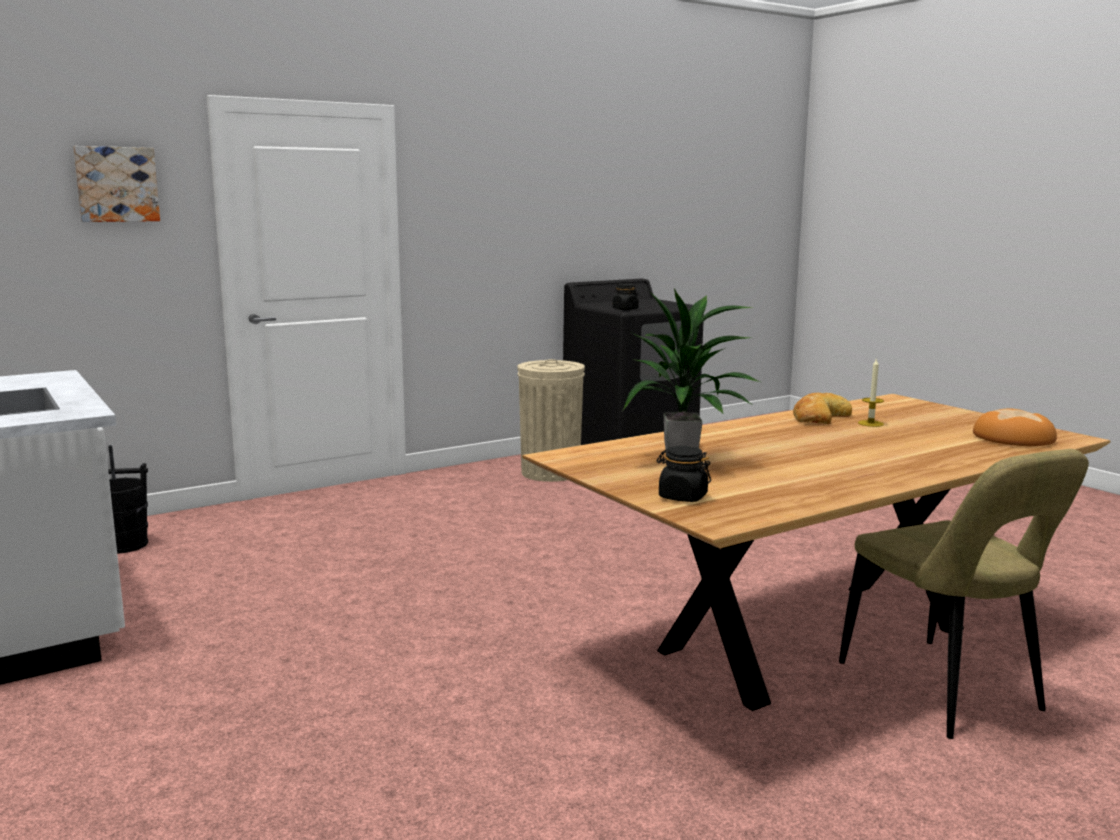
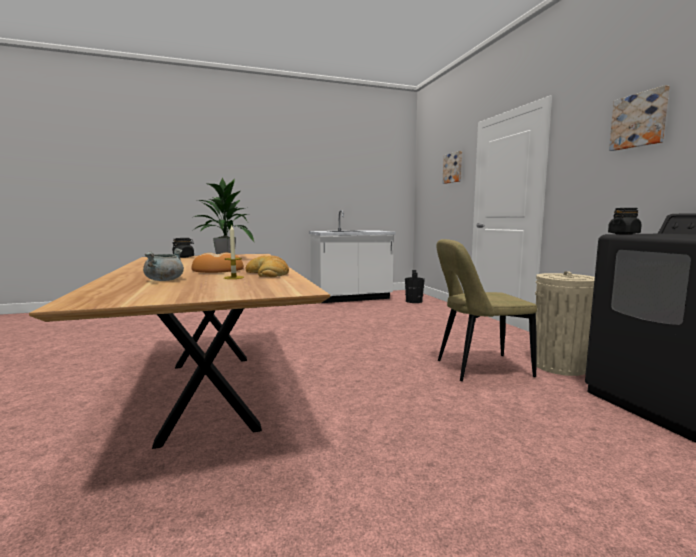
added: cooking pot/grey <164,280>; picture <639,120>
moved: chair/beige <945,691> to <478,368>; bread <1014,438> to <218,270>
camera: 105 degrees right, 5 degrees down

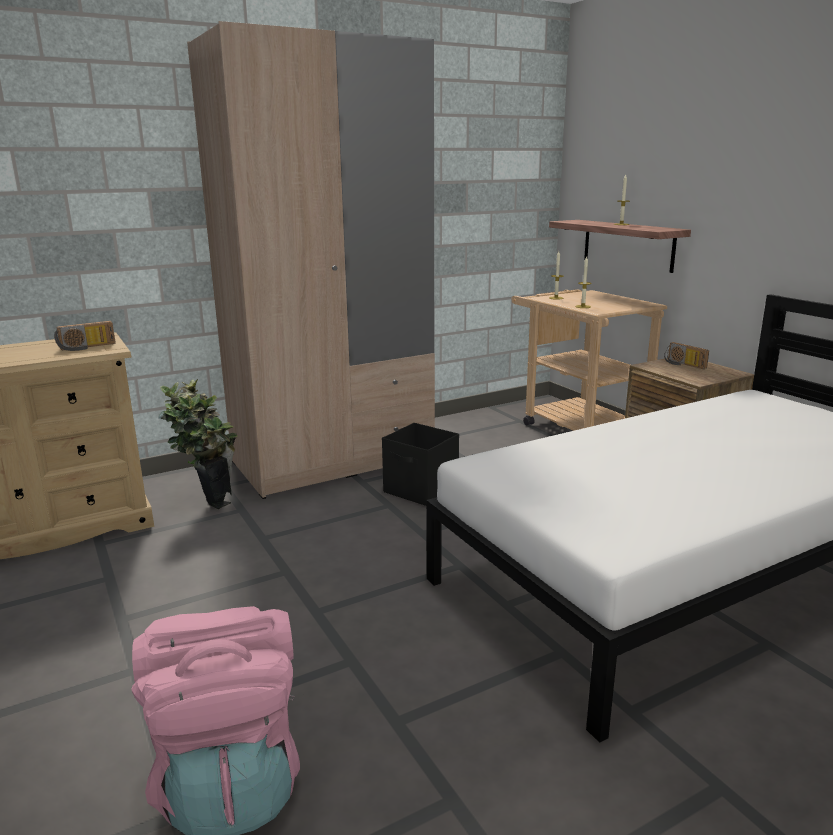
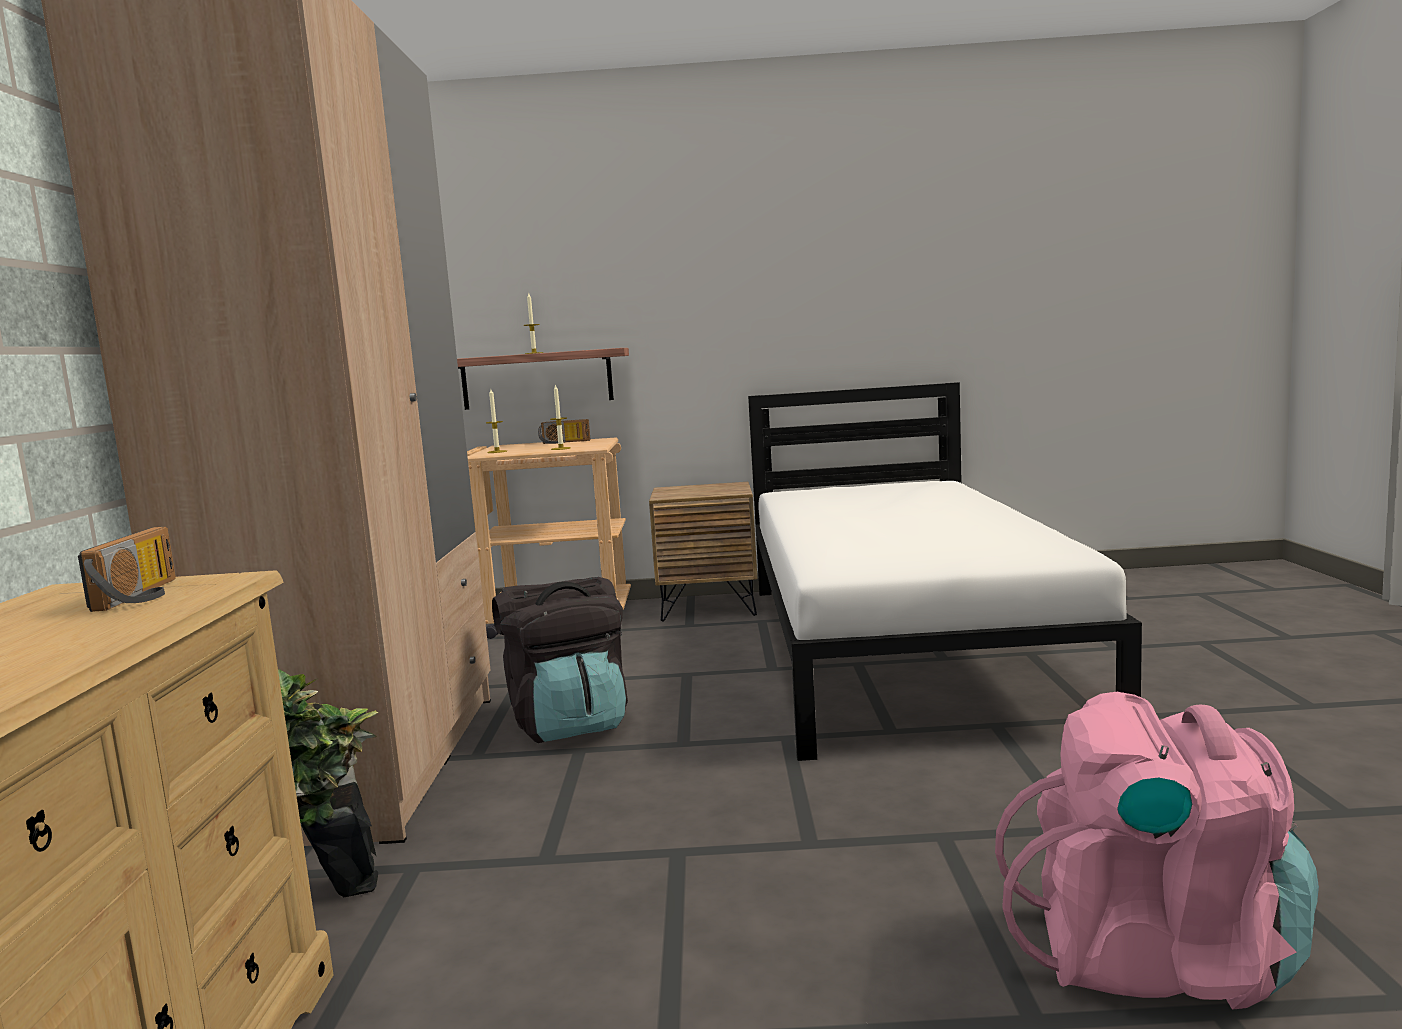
moved: radio <683,364> to <564,442>
replaced: storage box/black <421,490> to backpack/black <569,724>
camera: 60 degrees left, 10 degrees down

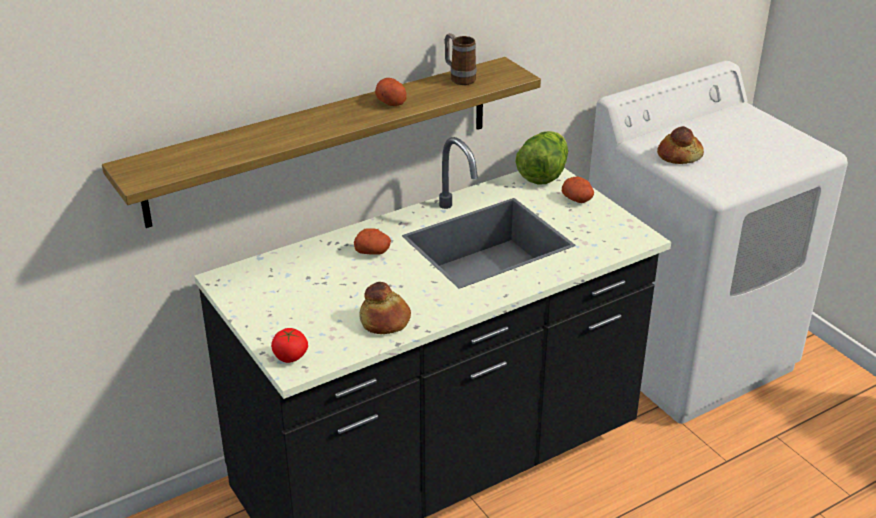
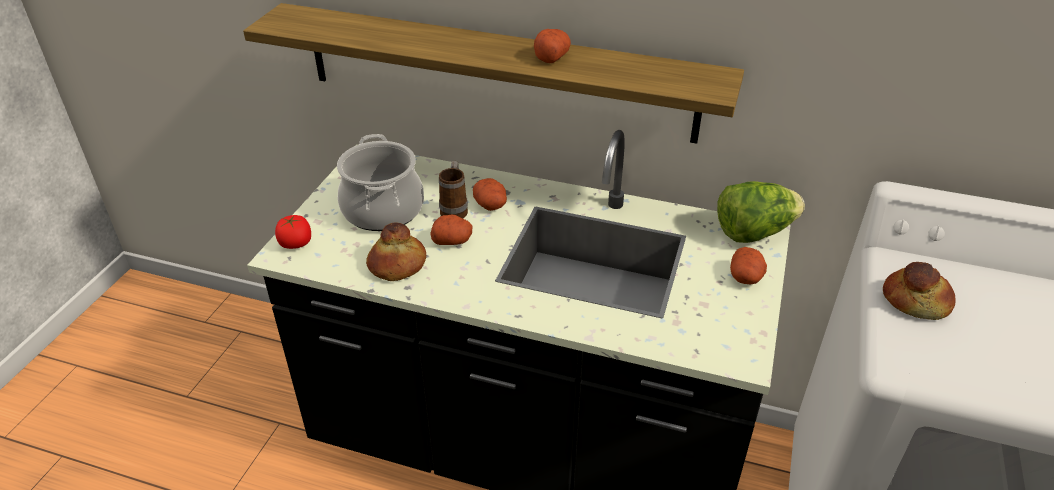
added: cooking pot <382,210>; potato <452,240>
moved: mug <459,78> to <455,209>
camera: 50 degrees right, 5 degrees up

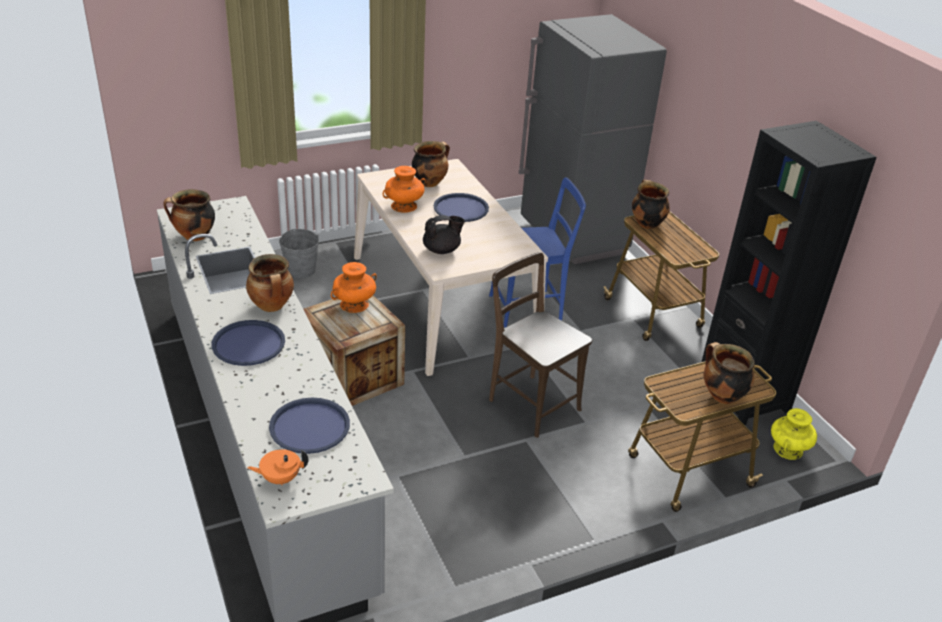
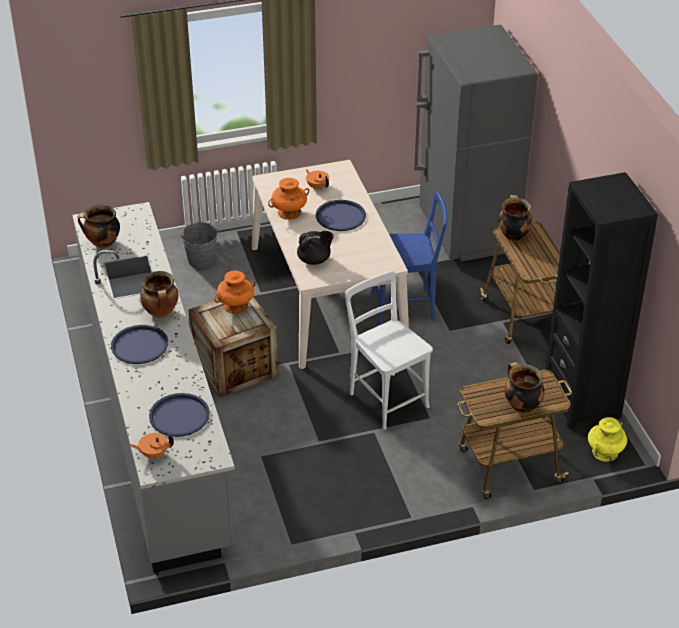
replaced: cooking pot <429,182> to teapot/orange <317,187>
recoloured: chair/brown <530,402> to chair/white <386,398>
camera: 10 degrees right, 5 degrees up

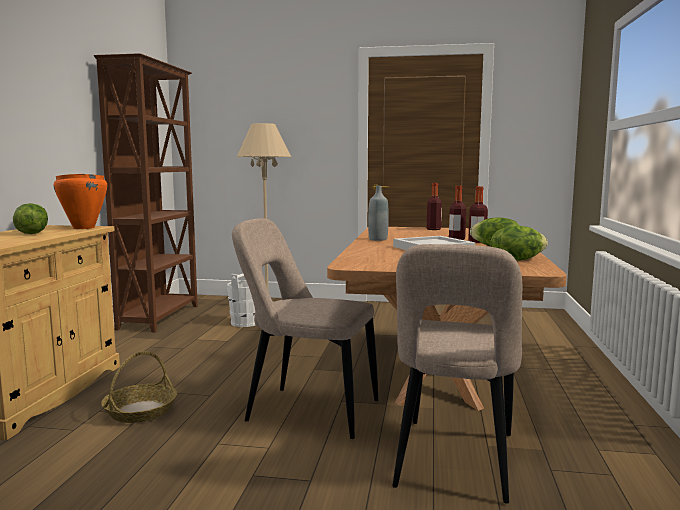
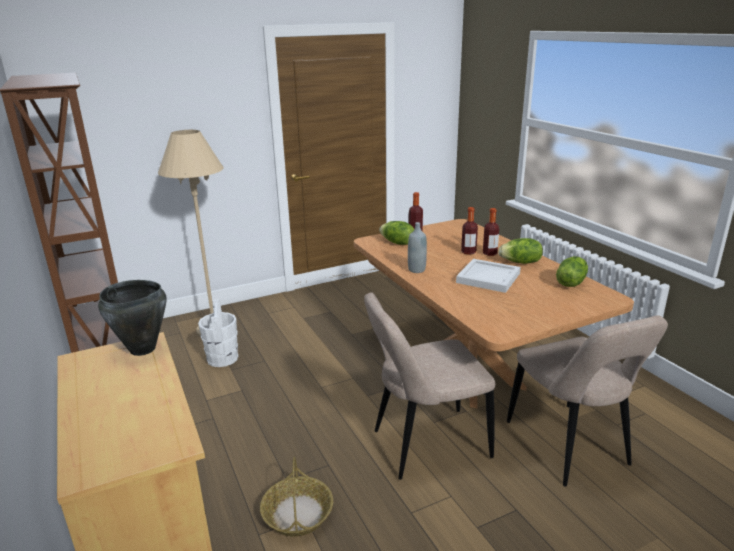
moved: lettuce <31,233> to <397,243>
recoloured: cooking pot/orange <83,228> to cooking pot/black <142,349>
camera: 35 degrees left, 15 degrees up

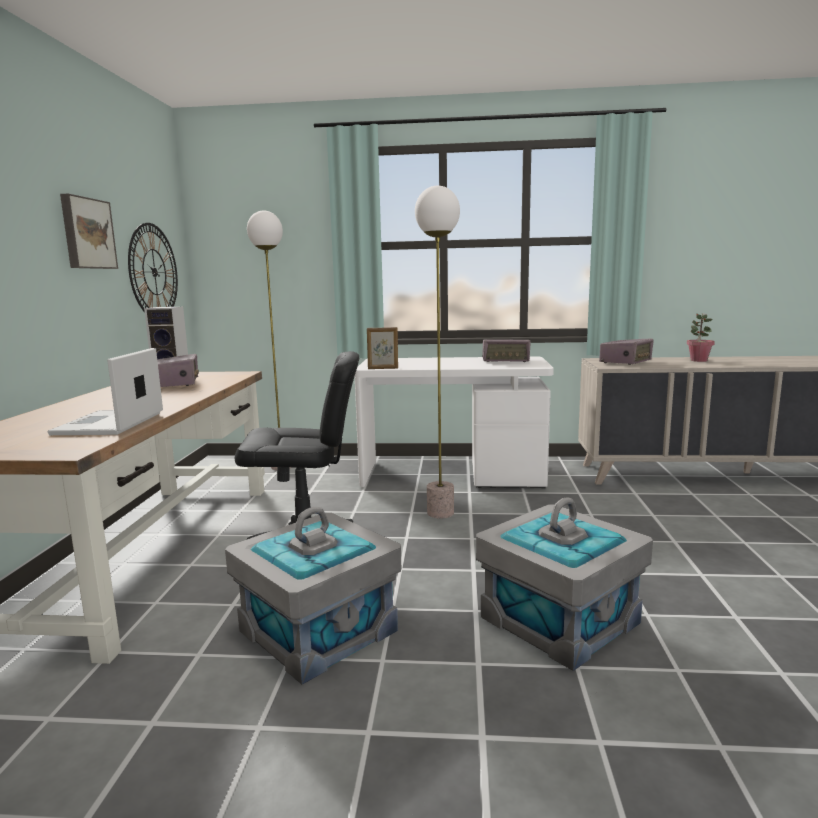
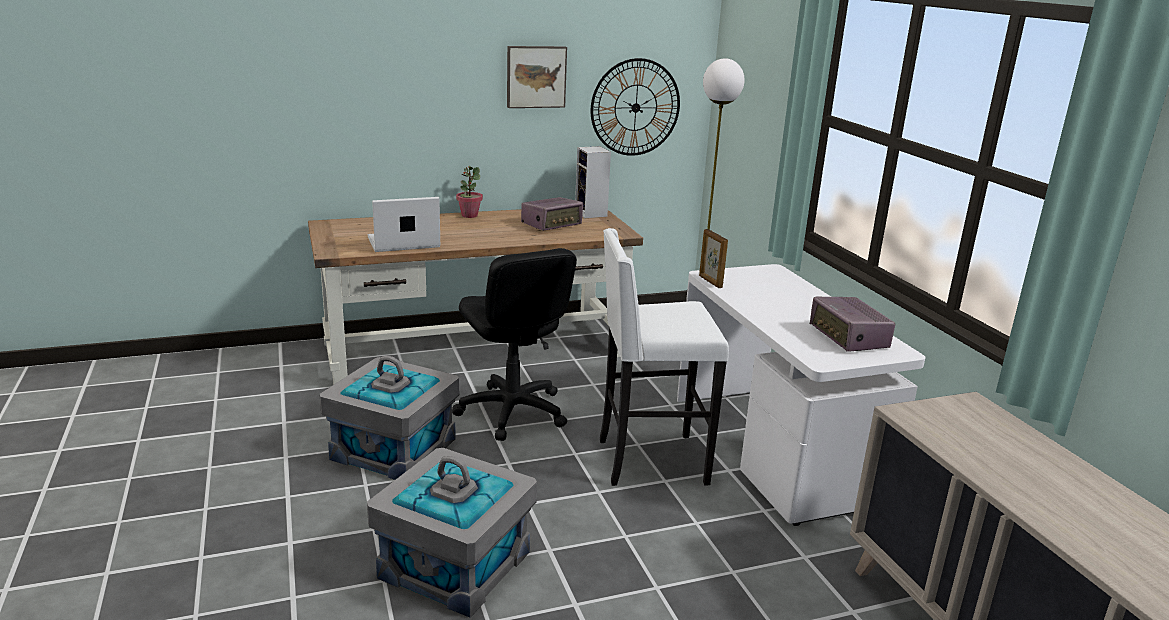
removed: radio <626,362>
moved: potted plant <698,360> to <469,215>
replaced: floor lamp <440,513> to stool/white <649,461>
camera: 65 degrees right, 10 degrees up

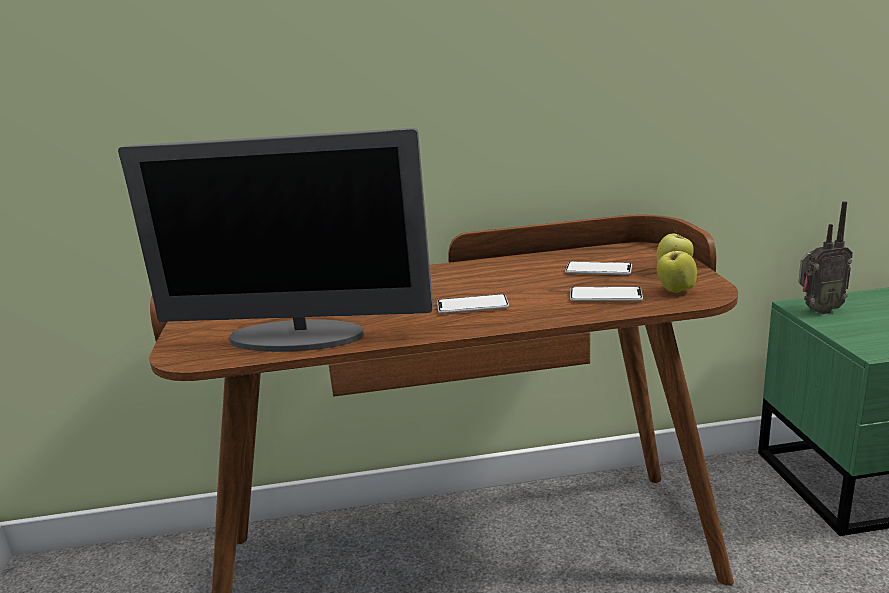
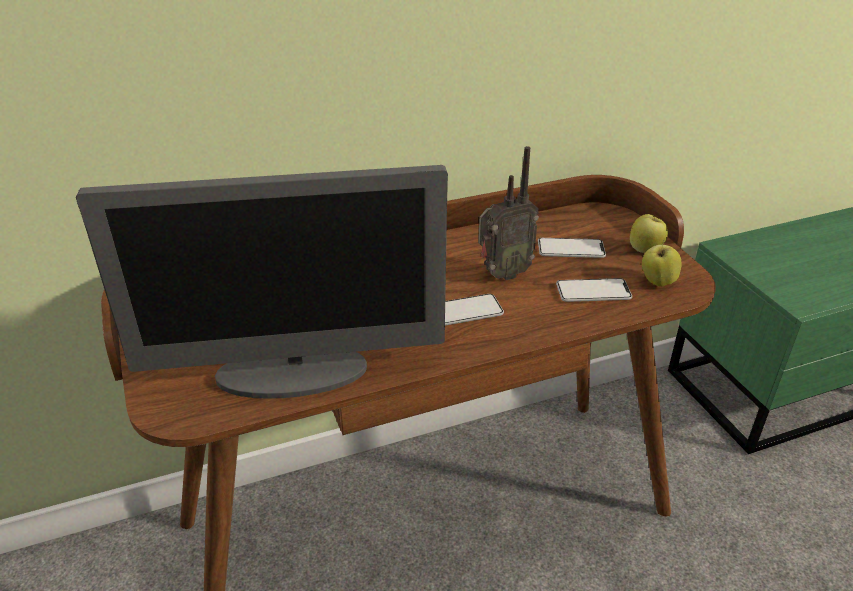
moved: radio <818,310> to <502,274>
camera: 15 degrees left, 15 degrees up

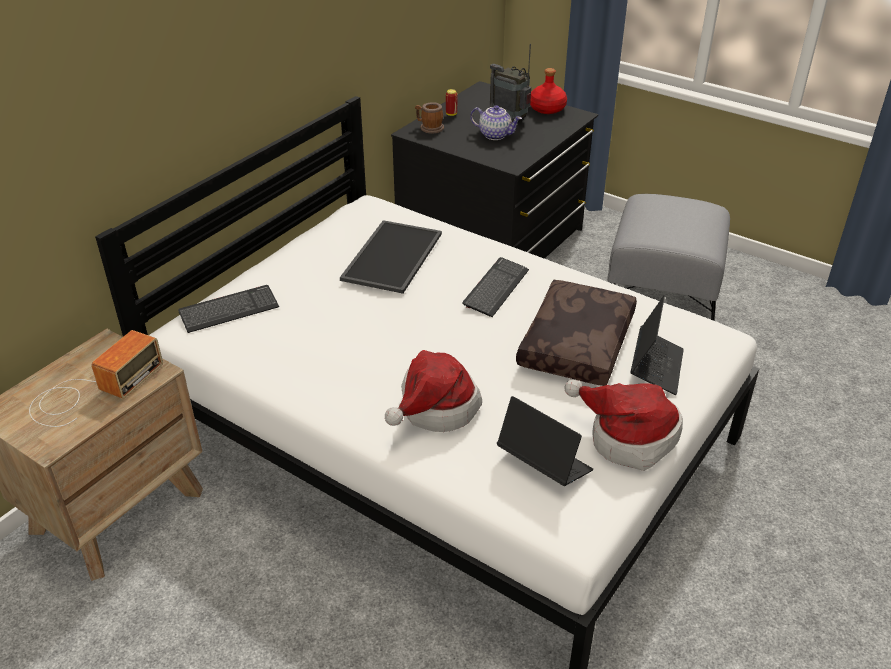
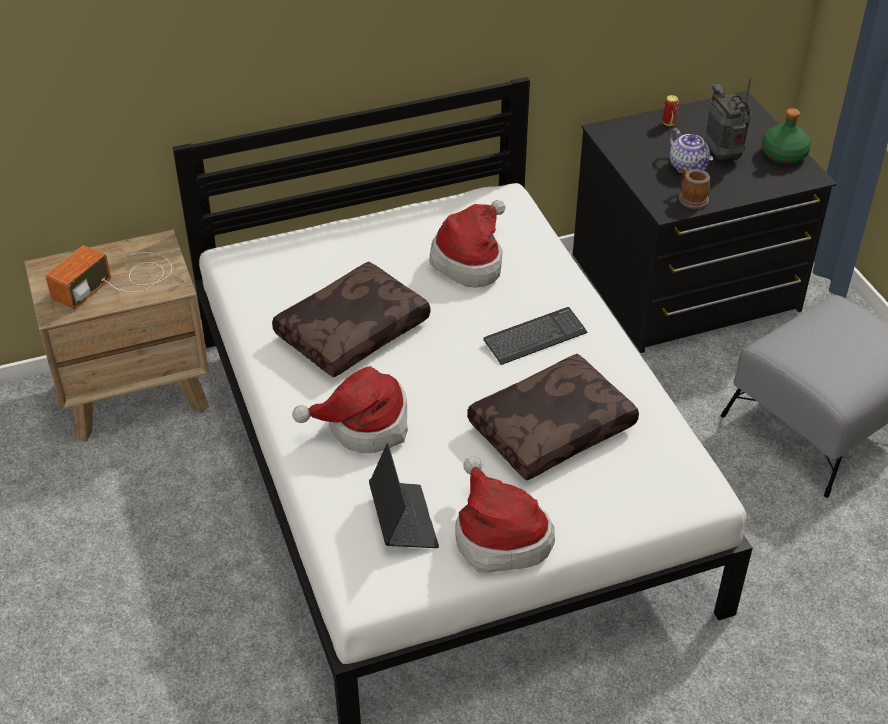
removed: keyboard <229,310>; laptop <656,367>
added: pillow/brown <352,330>
moved: mug <429,128> to <691,198>
replaced: tray <391,255> to hat <471,260>
recoloured: bottle/red <547,109> to bottle/green <783,154>
turned: radio <92,391> = <118,281> 150 degrees clockwise
camera: 35 degrees right, 5 degrees up

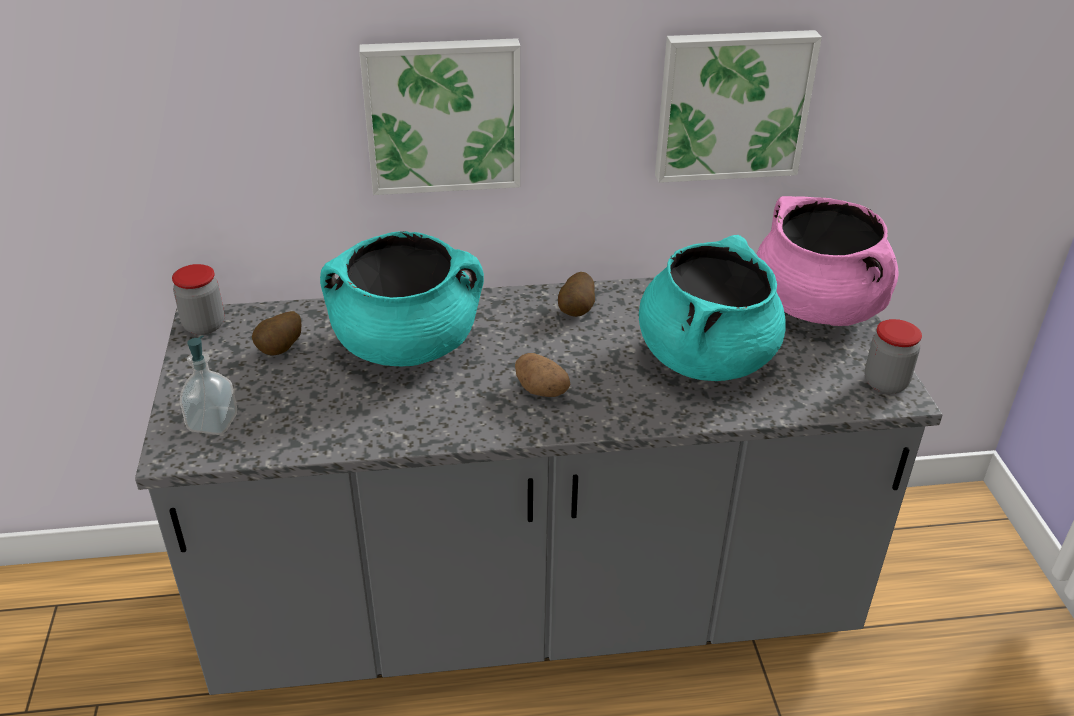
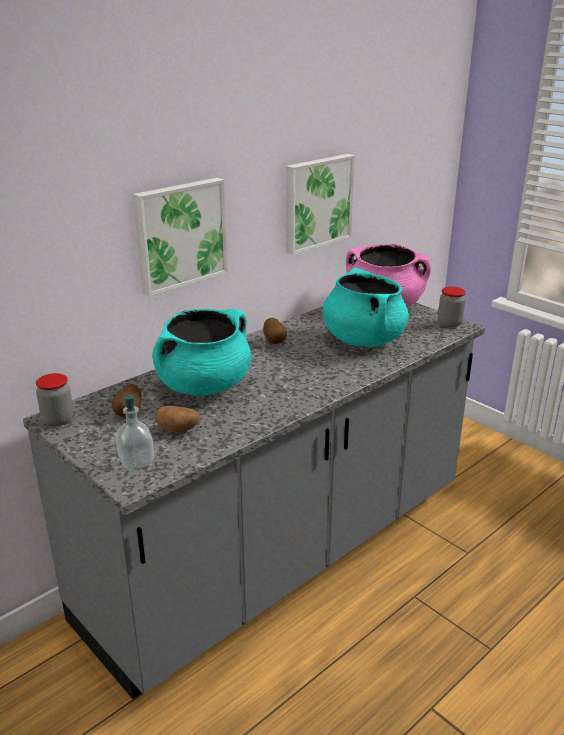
moved: potato <542,391> to <178,430>
camera: 35 degrees left, 10 degrees down

